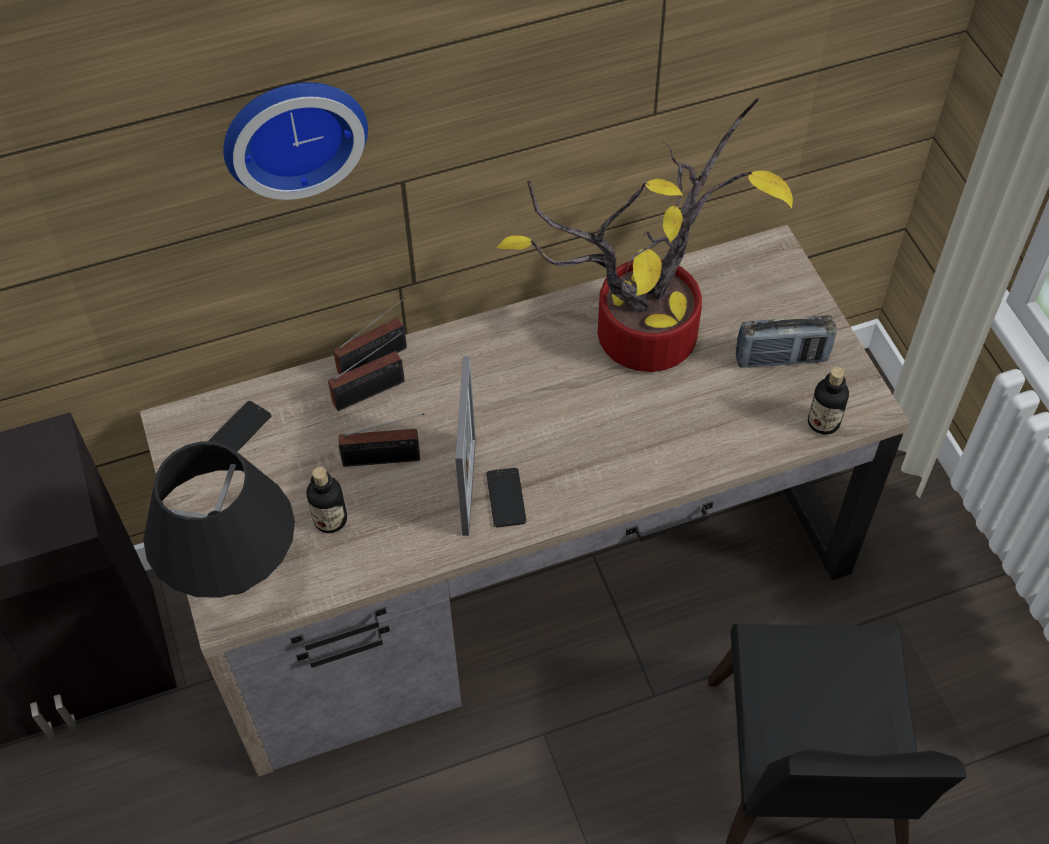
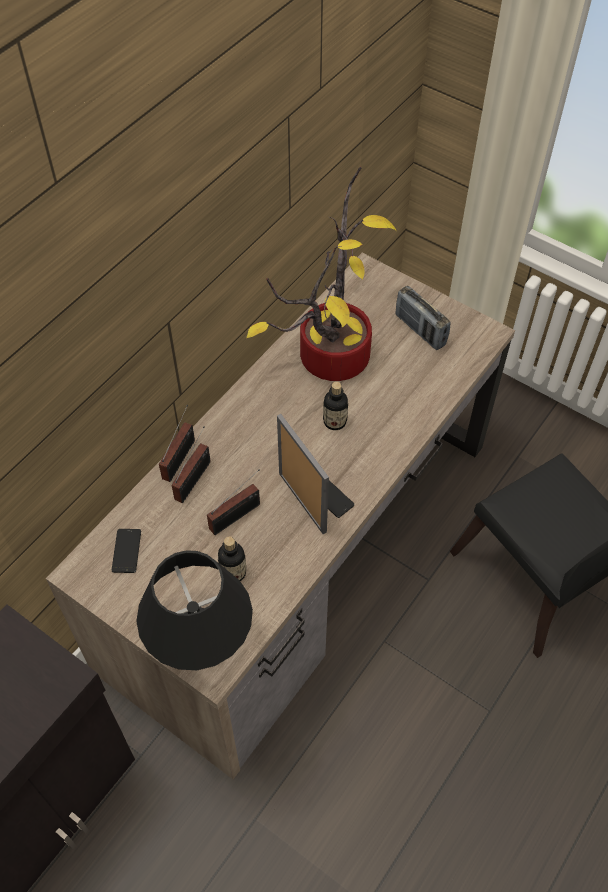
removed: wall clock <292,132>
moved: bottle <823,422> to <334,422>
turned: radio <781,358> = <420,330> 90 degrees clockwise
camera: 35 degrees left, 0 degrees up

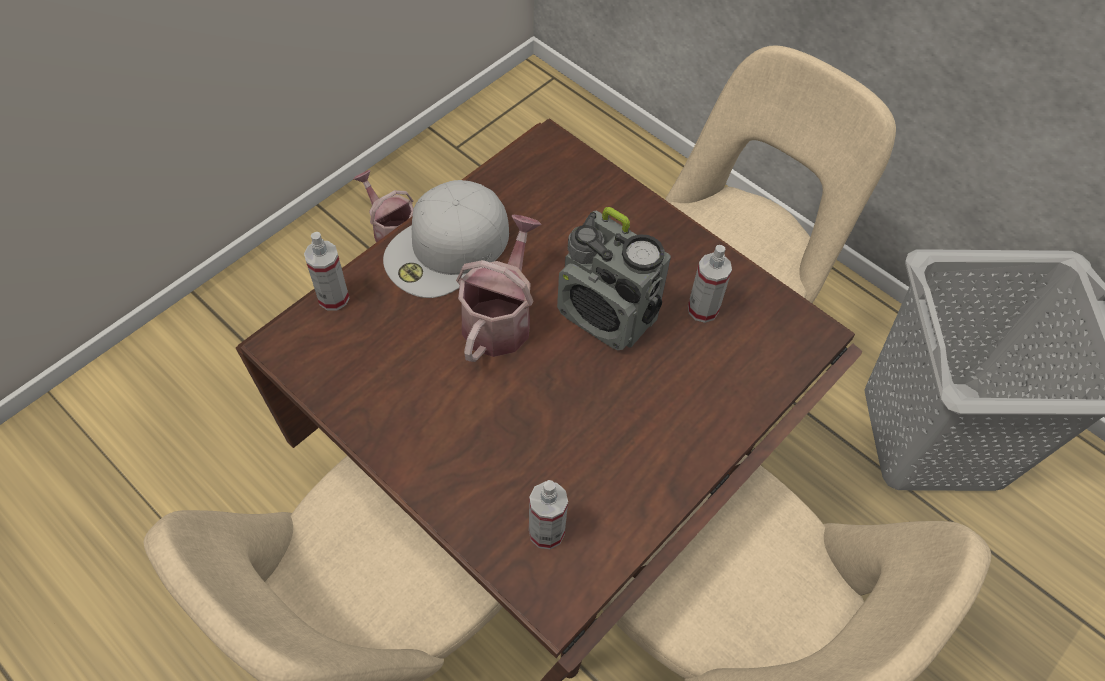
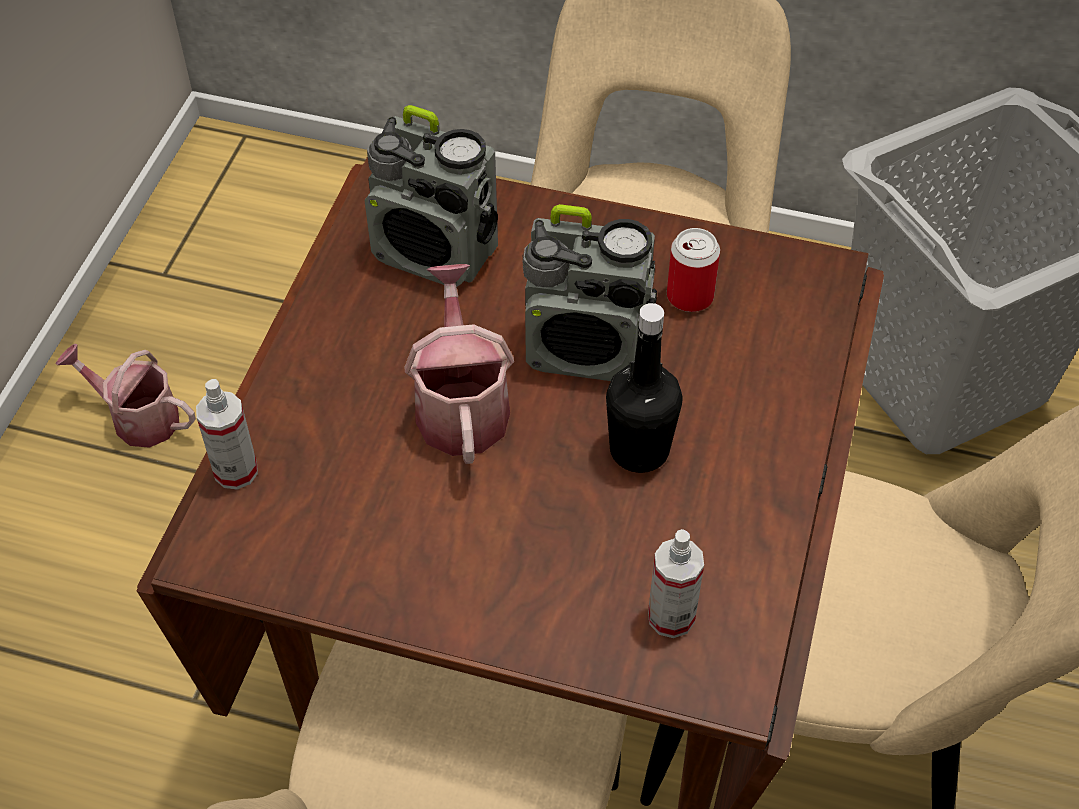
removed: cap/white <448,248>
added: radio <436,254>; bottle/black <639,450>
replaced: spray bottle <703,309> to can <690,296>
camera: 25 degrees left, 5 degrees down

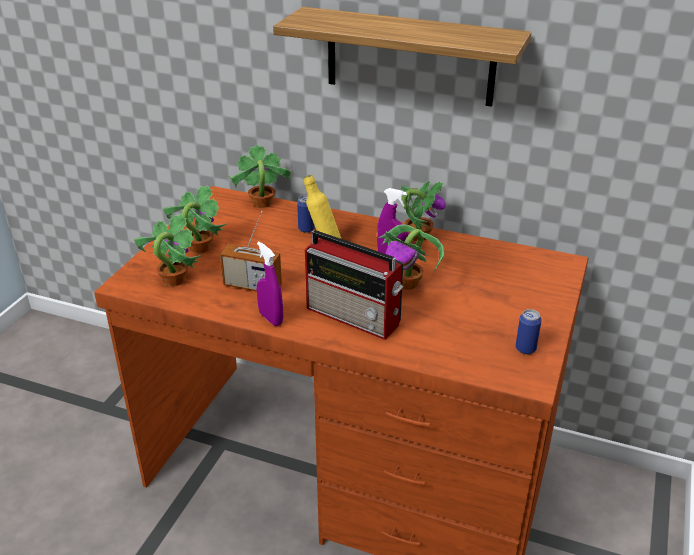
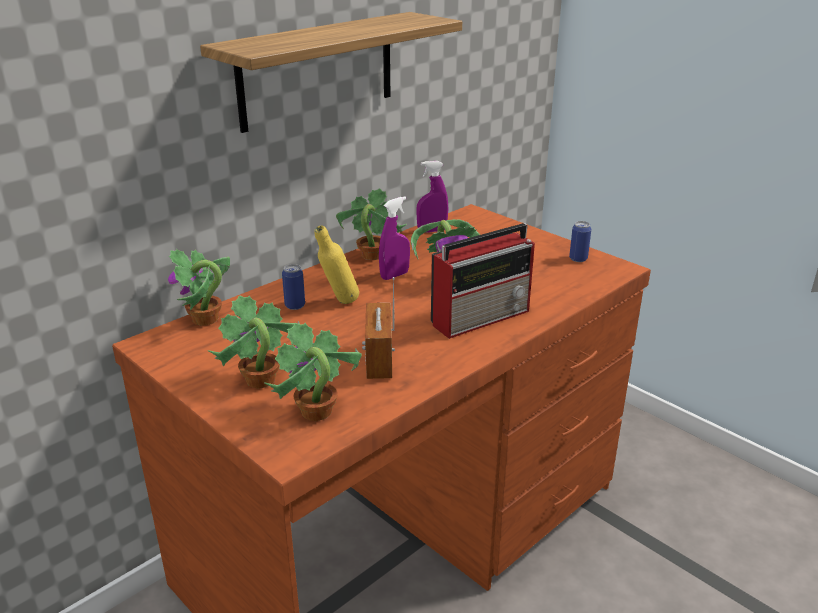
moved: spray bottle/purple <271,318> to <432,231>
turned: radio <252,286> = <379,361> 135 degrees clockwise
camera: 65 degrees left, 5 degrees down

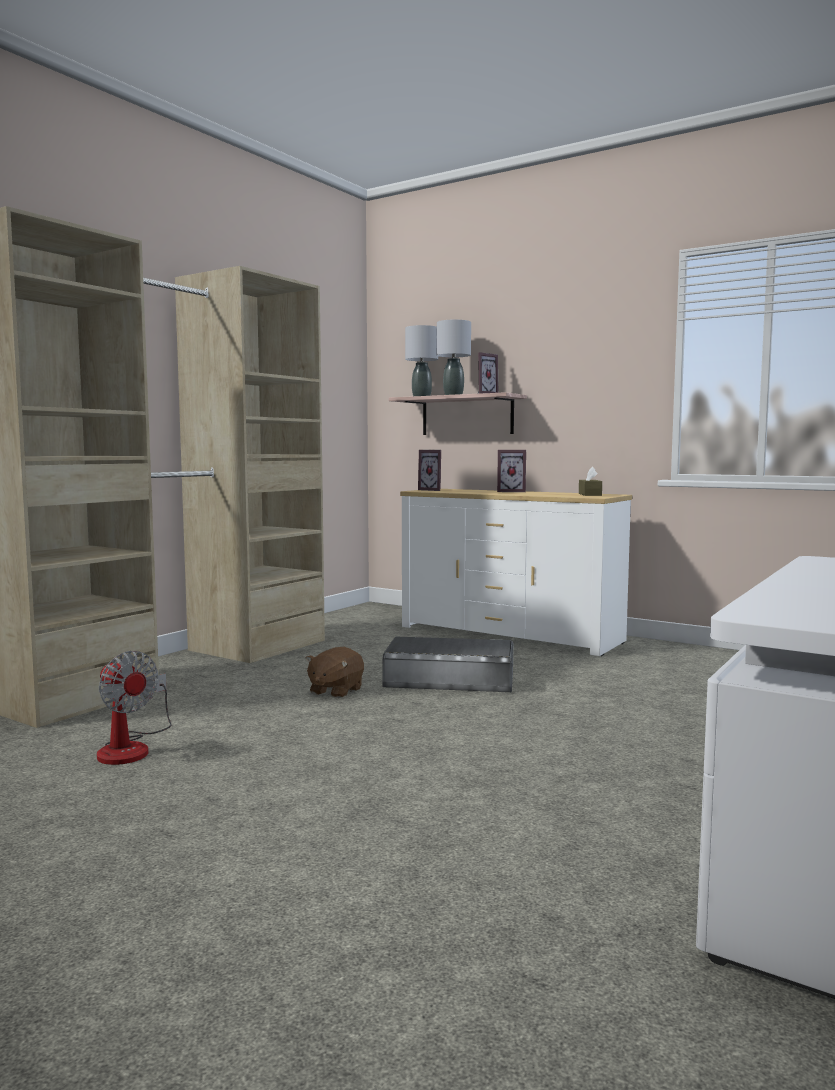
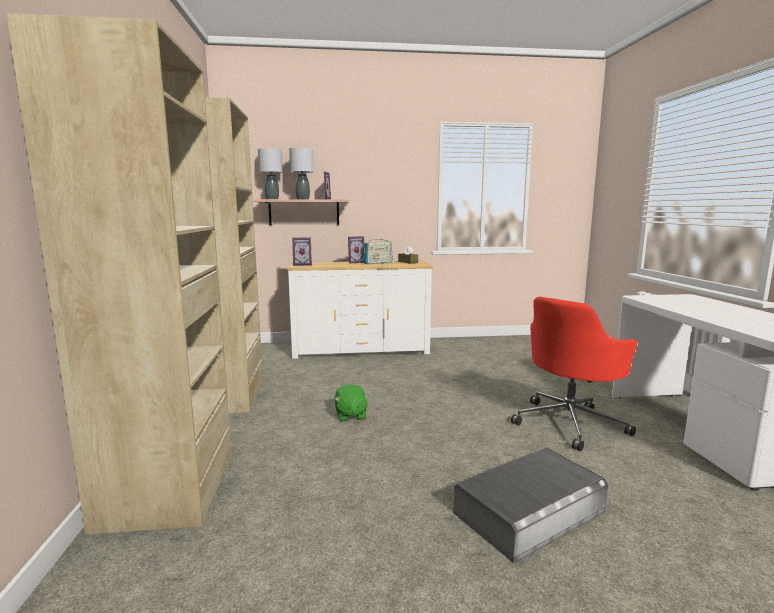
removed: fan <131,748>
added: radio <377,263>; office chair/red <570,423>
moved: storage box/grey <449,679> to <529,512>
recoloured: plush toy/brown <335,691> to plush toy/green <350,415>
camera: 40 degrees left, 5 degrees up

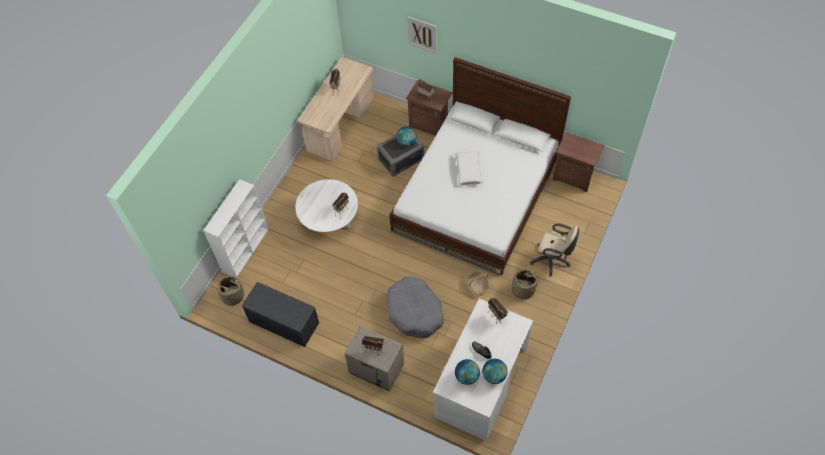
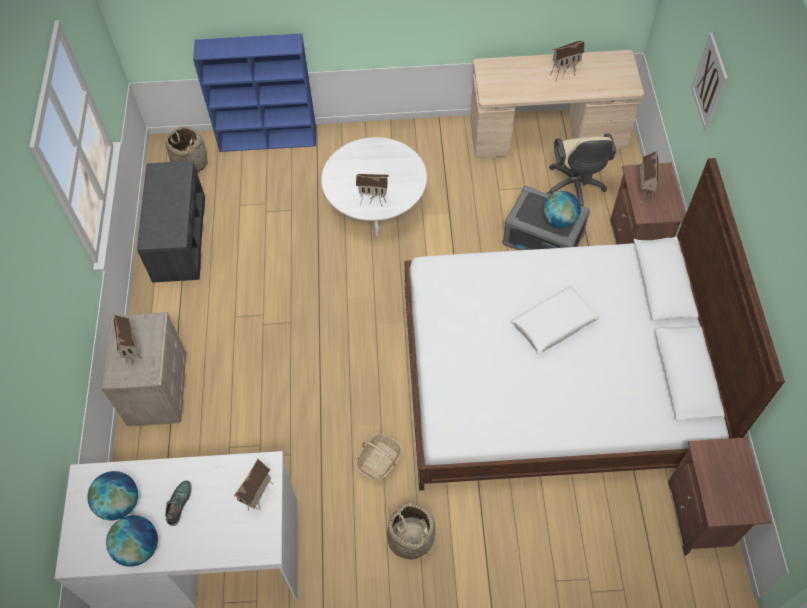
removed: dog bed/grey <415,312>
moved: office chair/beige <552,260> to <575,189>
recoloured: bookcase/white <246,249> to bookcase/blue <269,139>
camera: 60 degrees right, 0 degrees up

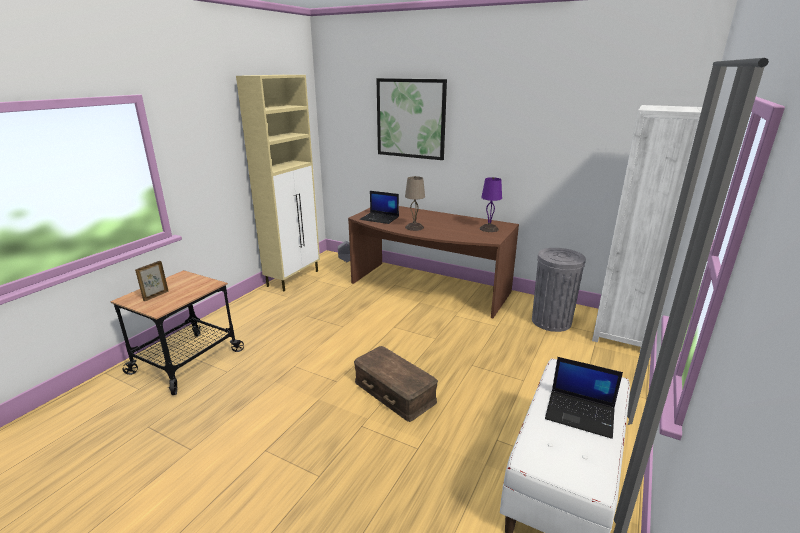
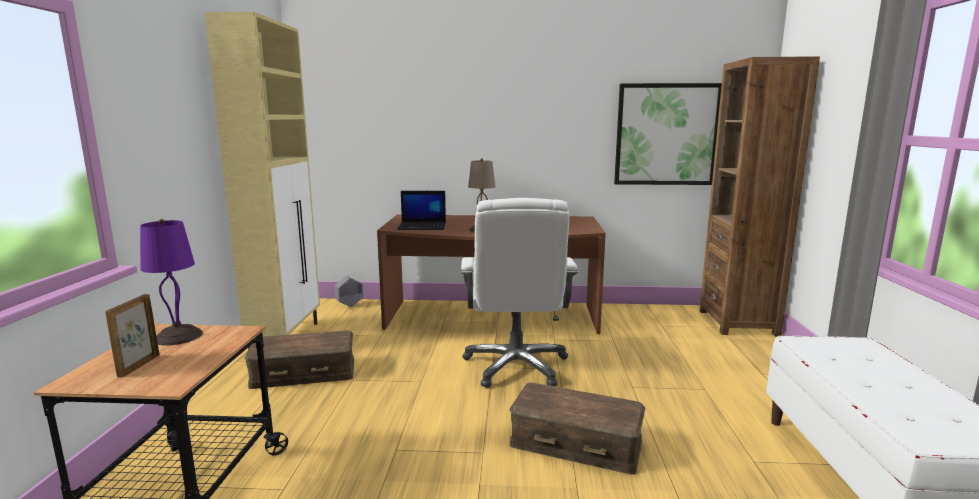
removed: trash can/grey <551,321>; laptop <581,413>
added: storage box/brown <303,373>; office chair/white <516,366>
moved: picture <411,118> to <666,134>; table lamp/purple <489,228> to <178,336>
recoloured: bookcase/white <621,333> to bookcase/brown <738,322>
camera: 25 degrees left, 10 degrees down

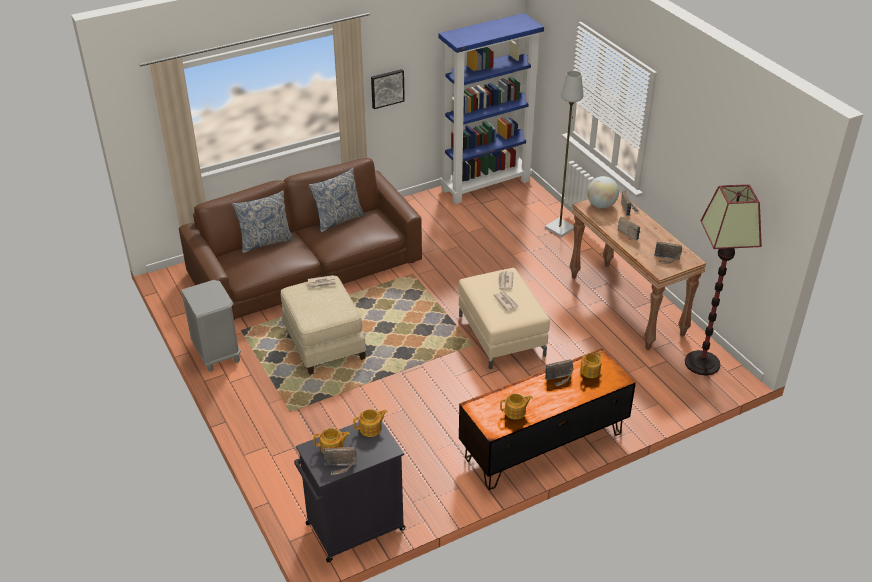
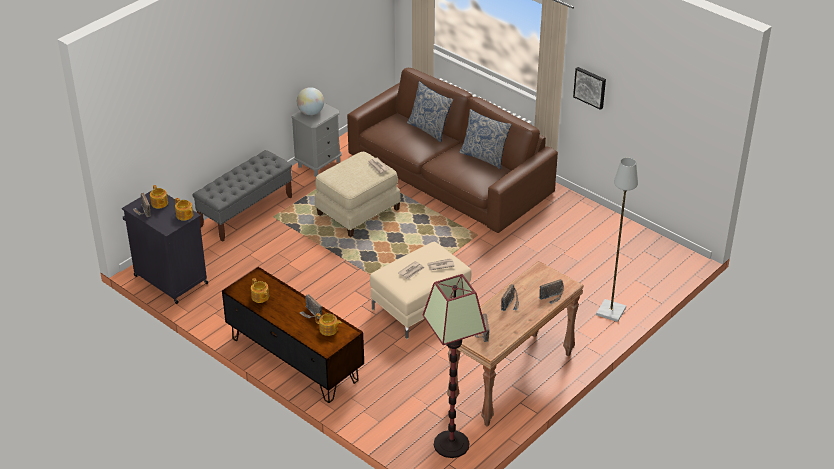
removed: bookcase/blue <486,185>
added: bench/grey <246,211>
moved: globe <601,205> to <311,112>
camera: 70 degrees right, 0 degrees up

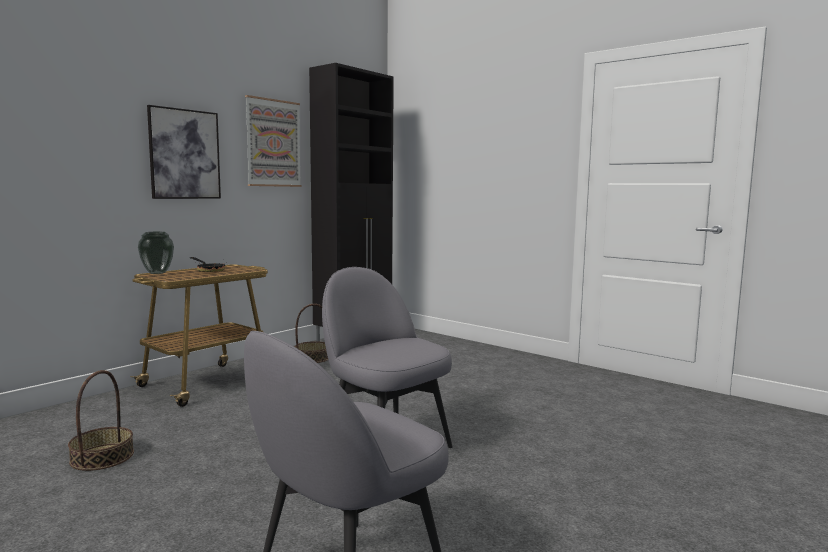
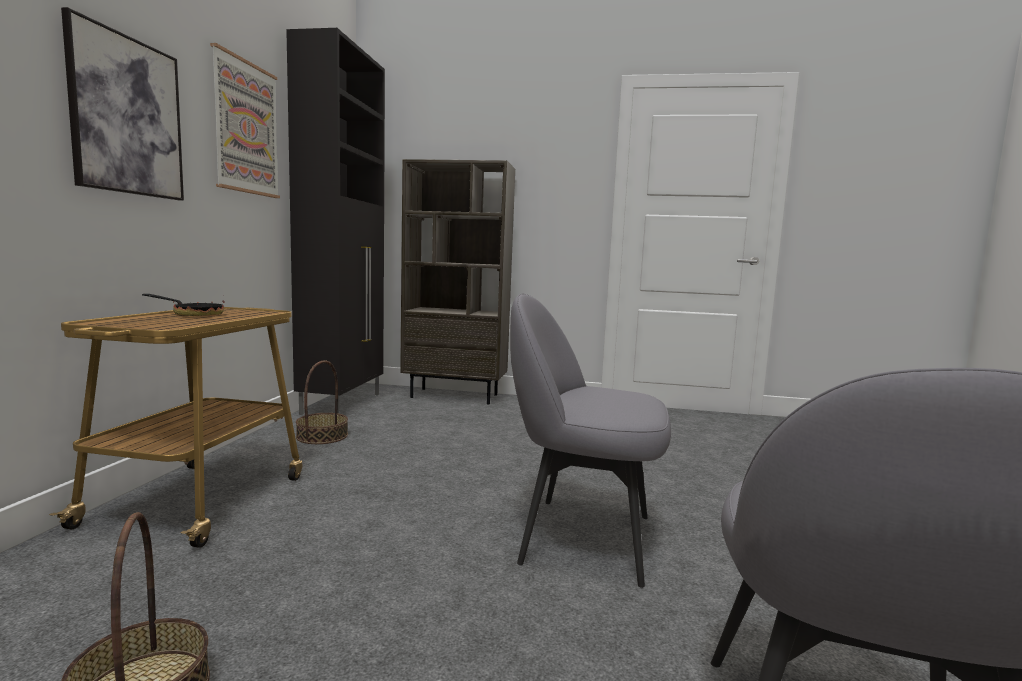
removed: vase <157,273>
added: bookcase/brown <455,396>
camera: 30 degrees left, 0 degrees up

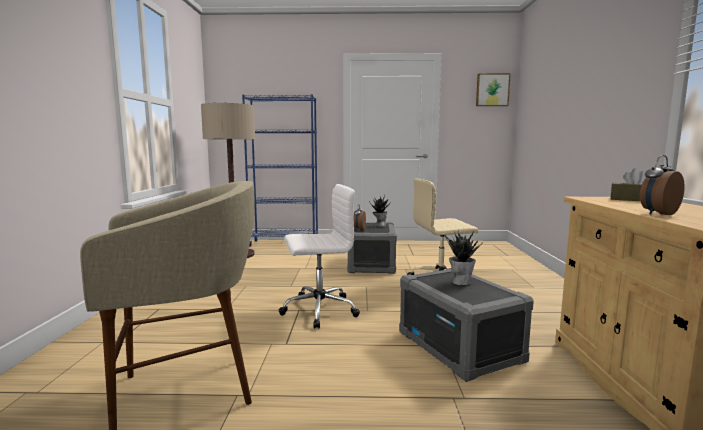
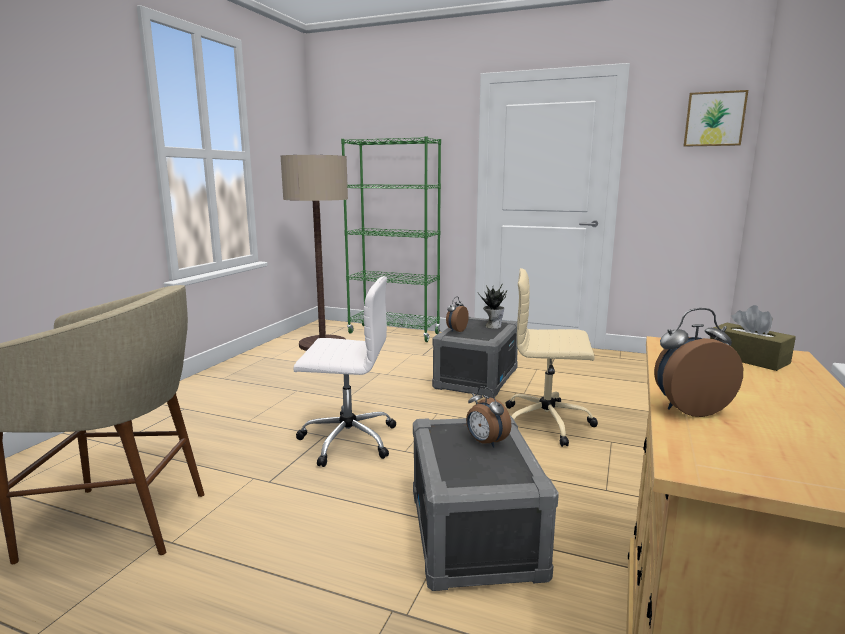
replaced: potted plant <461,282> to alarm clock <485,442>
recoloured: bookcase/blue <284,243> to bookcase/green <394,333>
camera: 20 degrees right, 5 degrees up

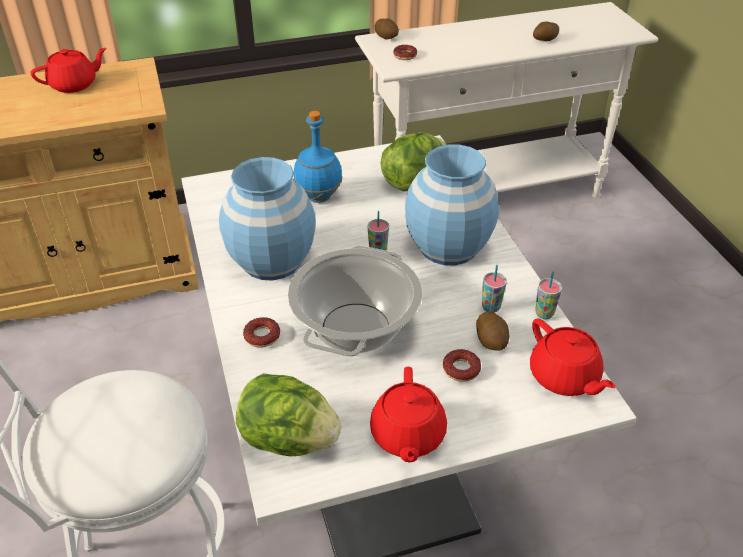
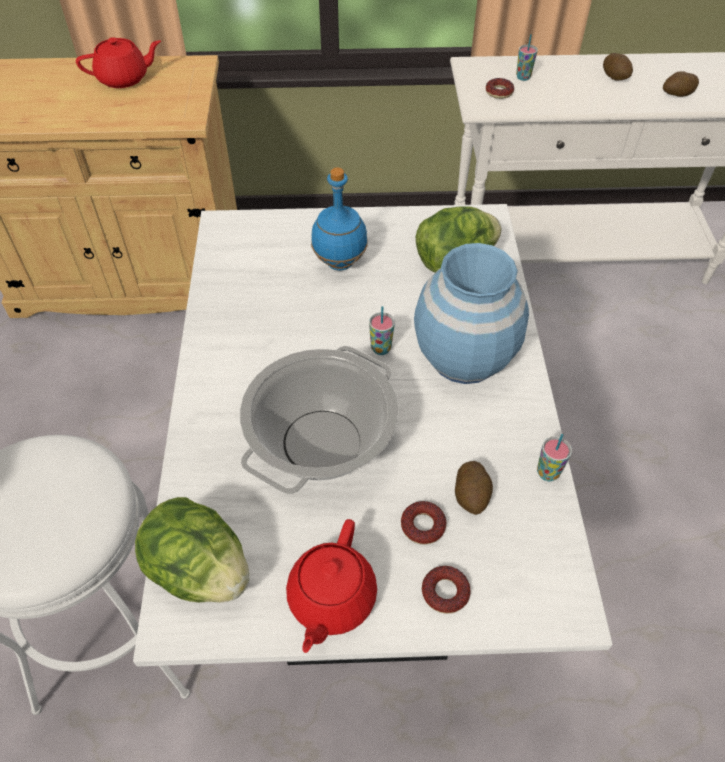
removed: vase/blue <271,261>; teapot/red <564,377>
moved: donut <262,336> to <445,592>; potato <386,37> to <615,77>; cup <491,307> to <523,77>
camera: 15 degrees right, 10 degrees up

